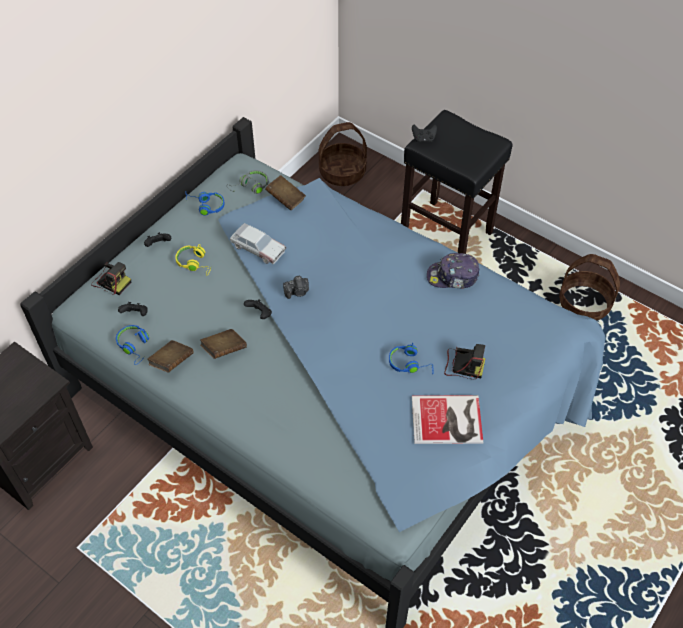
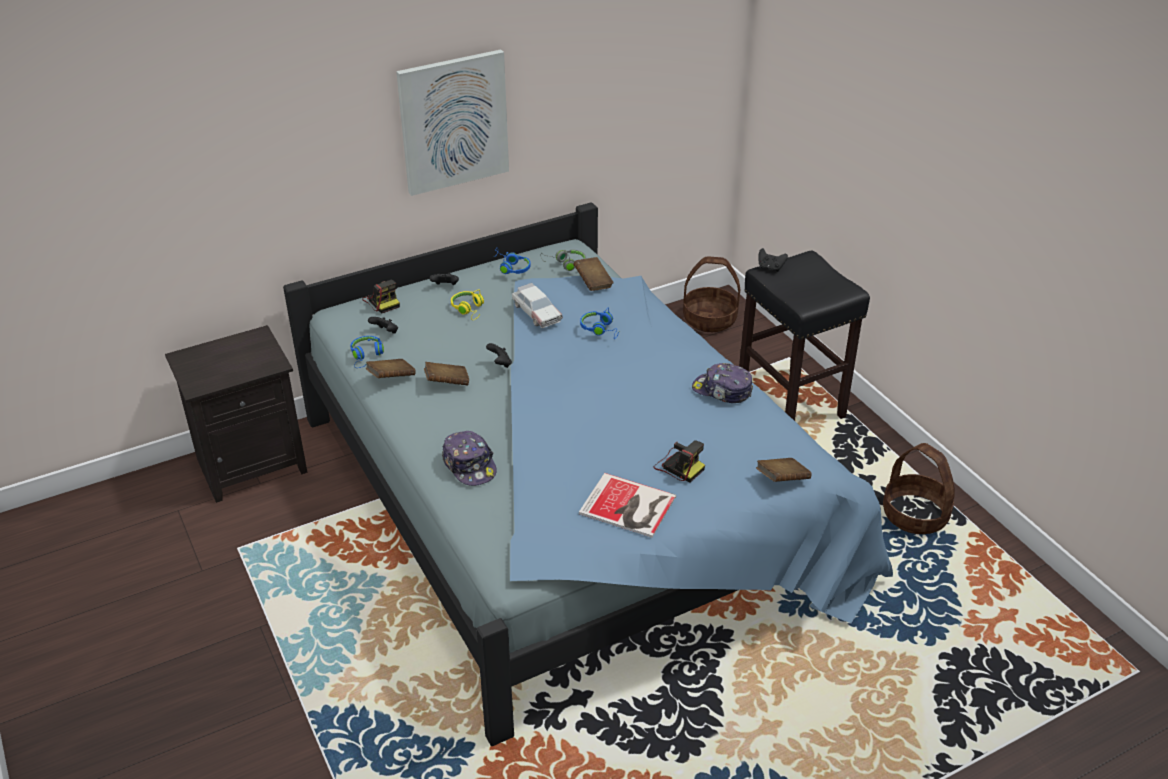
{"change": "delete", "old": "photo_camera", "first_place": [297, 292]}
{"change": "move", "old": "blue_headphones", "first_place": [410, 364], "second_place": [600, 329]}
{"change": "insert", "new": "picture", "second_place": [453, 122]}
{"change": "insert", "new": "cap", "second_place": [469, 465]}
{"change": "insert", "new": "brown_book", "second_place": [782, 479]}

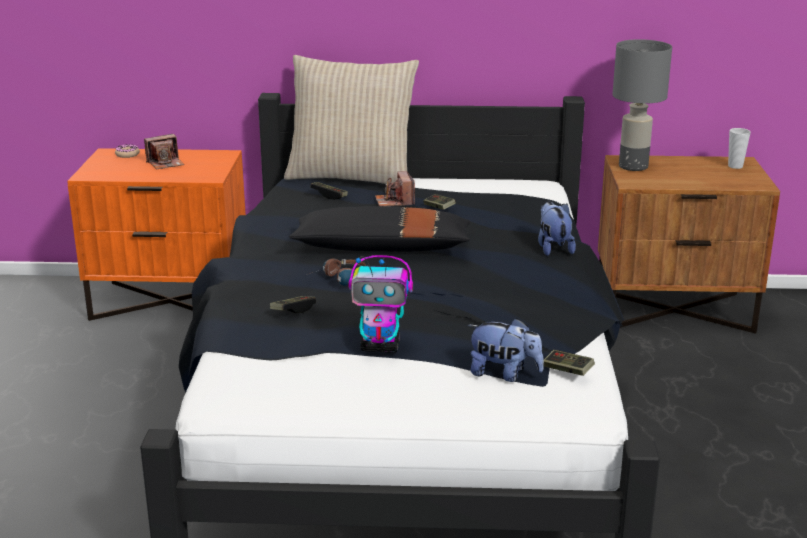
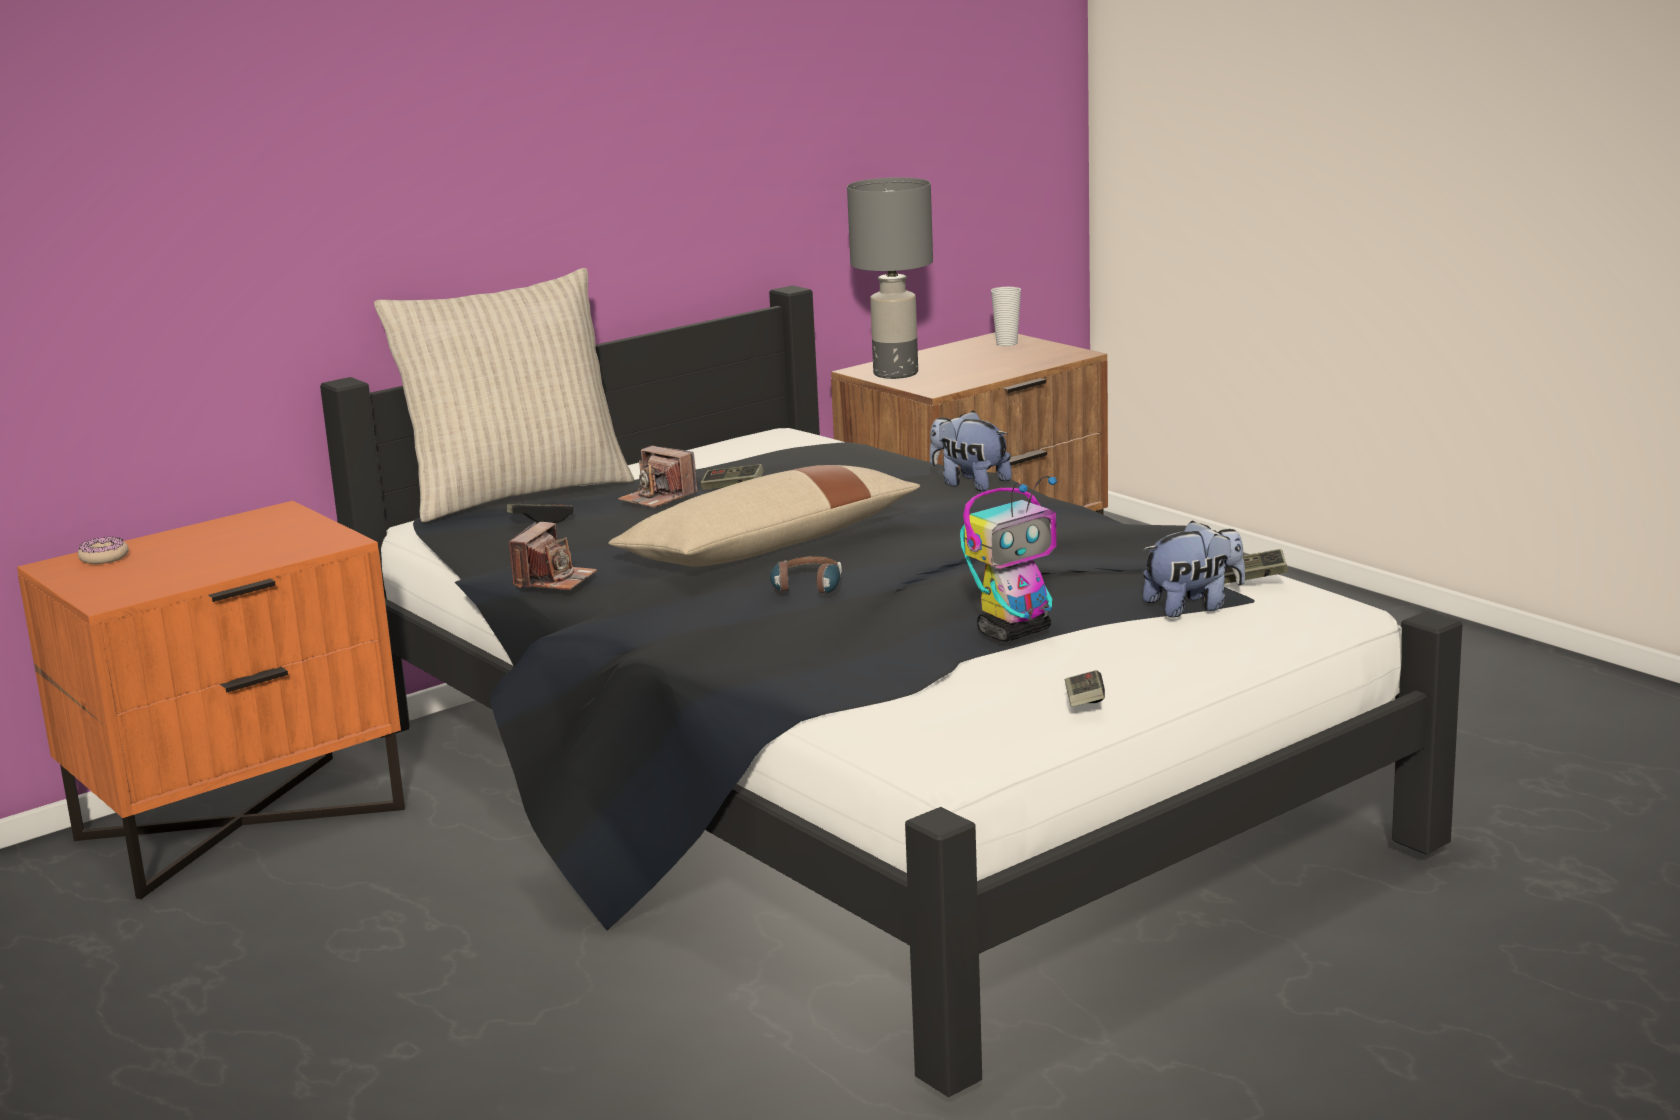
{"change": "move", "old": "photo_camera", "first_place": [165, 163], "second_place": [554, 580]}
{"change": "move", "old": "game_controller", "first_place": [293, 310], "second_place": [1084, 702]}
{"change": "recolor", "old": "black_pillow", "new": "beige_pillow", "first_place": [382, 248], "second_place": [769, 547]}

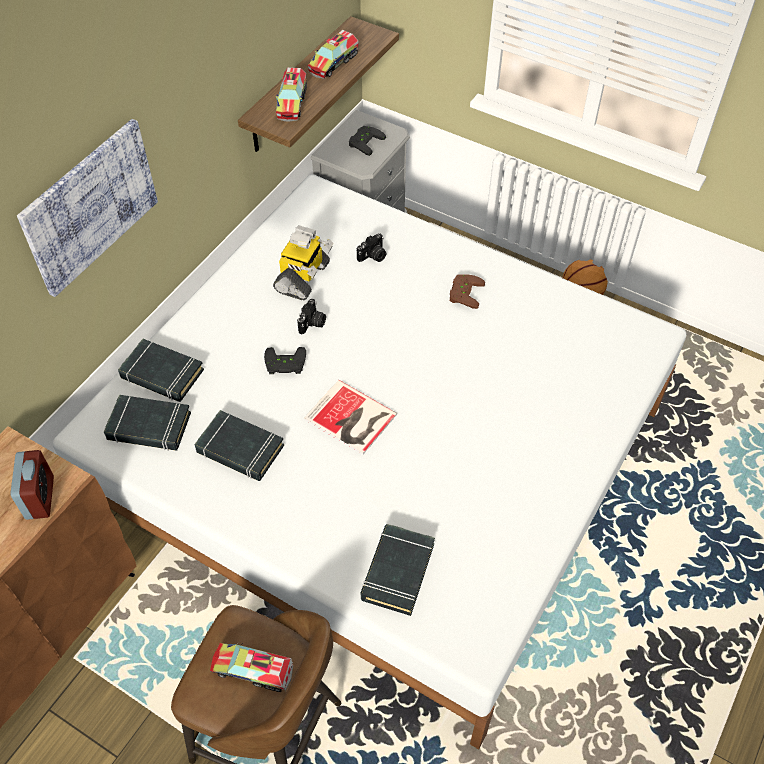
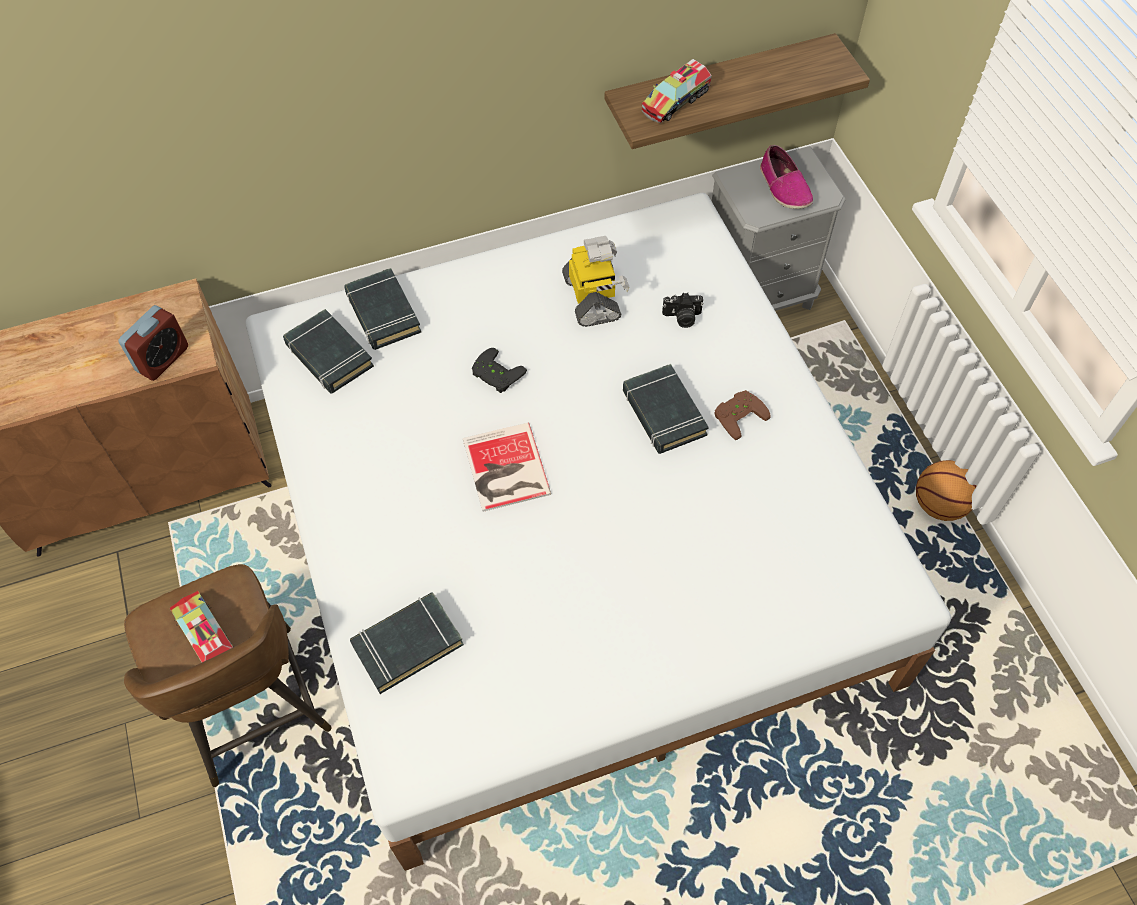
{"change": "delete", "old": "picture", "first_place": [90, 206]}
{"change": "move", "old": "black_book", "first_place": [240, 449], "second_place": [663, 413]}
{"change": "rotate", "old": "toy_robot", "first_place": [303, 278], "second_place": [593, 298], "degrees": -75}
{"change": "delete", "old": "photo_camera", "first_place": [312, 324]}
{"change": "delete", "old": "toy_truck", "first_place": [333, 63]}
{"change": "replace", "old": "black_game_controller", "new": "shoe", "first_place": [364, 141], "second_place": [784, 187]}

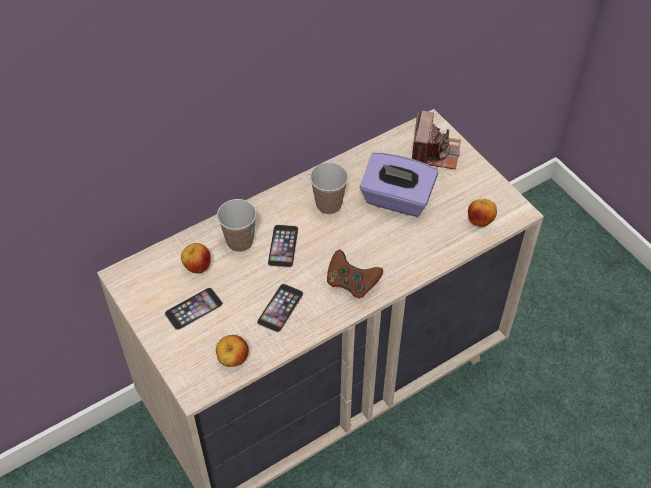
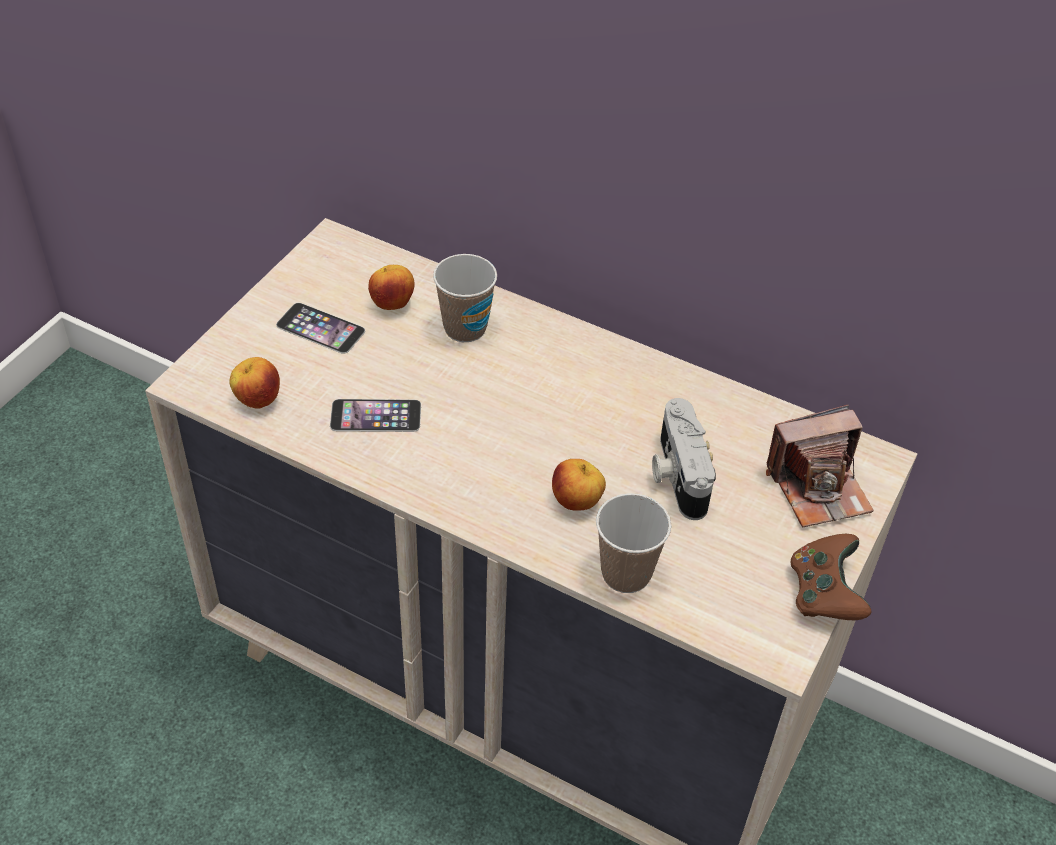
{"change": "delete", "old": "phone", "first_place": [283, 246]}
{"change": "move", "old": "cup", "first_place": [328, 205], "second_place": [626, 573]}
{"change": "move", "old": "brown_game_controller", "first_place": [351, 283], "second_place": [824, 593]}
{"change": "replace", "old": "purple_tissue_box", "new": "photo_camera", "first_place": [396, 199], "second_place": [677, 474]}
{"change": "move", "old": "apple", "first_place": [480, 221], "second_place": [577, 502]}

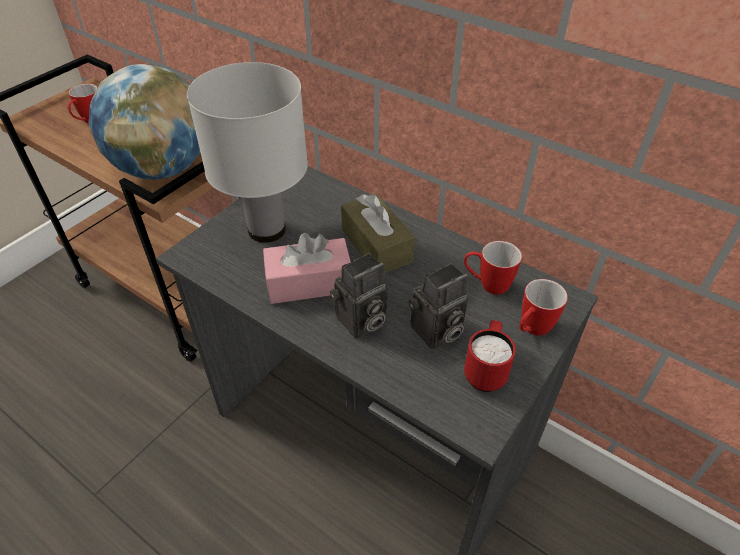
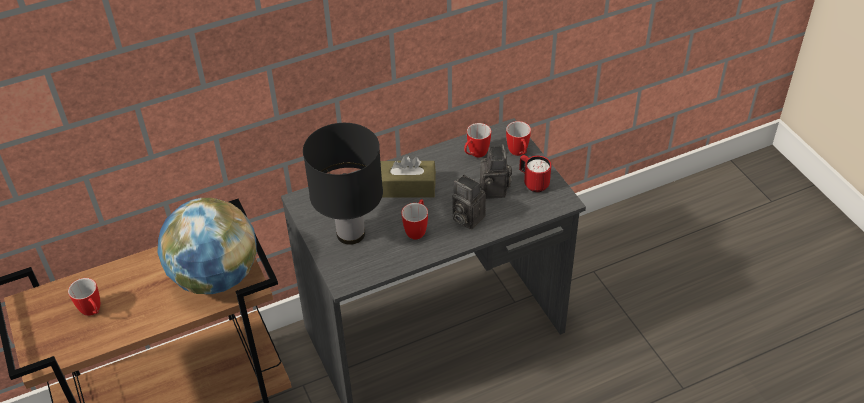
{"change": "recolor", "old": "white_table_lamp", "new": "black_table_lamp", "first_place": [266, 230], "second_place": [351, 234]}
{"change": "replace", "old": "pink_tissue_box", "new": "mug", "first_place": [309, 283], "second_place": [417, 229]}
{"change": "rotate", "old": "photo_camera", "first_place": [360, 323], "second_place": [466, 218], "degrees": 135}

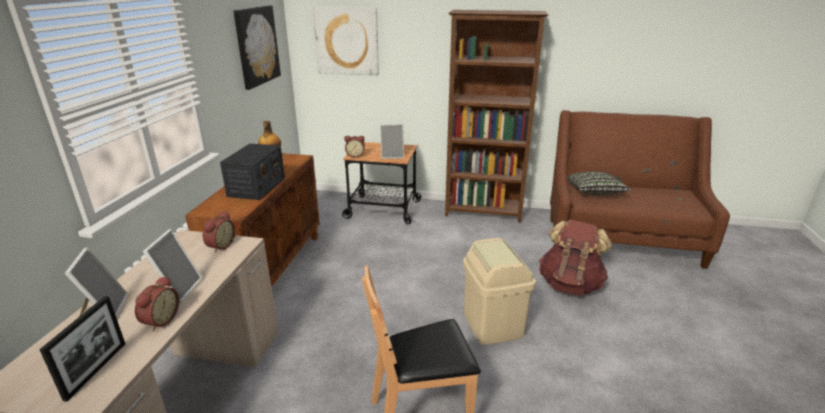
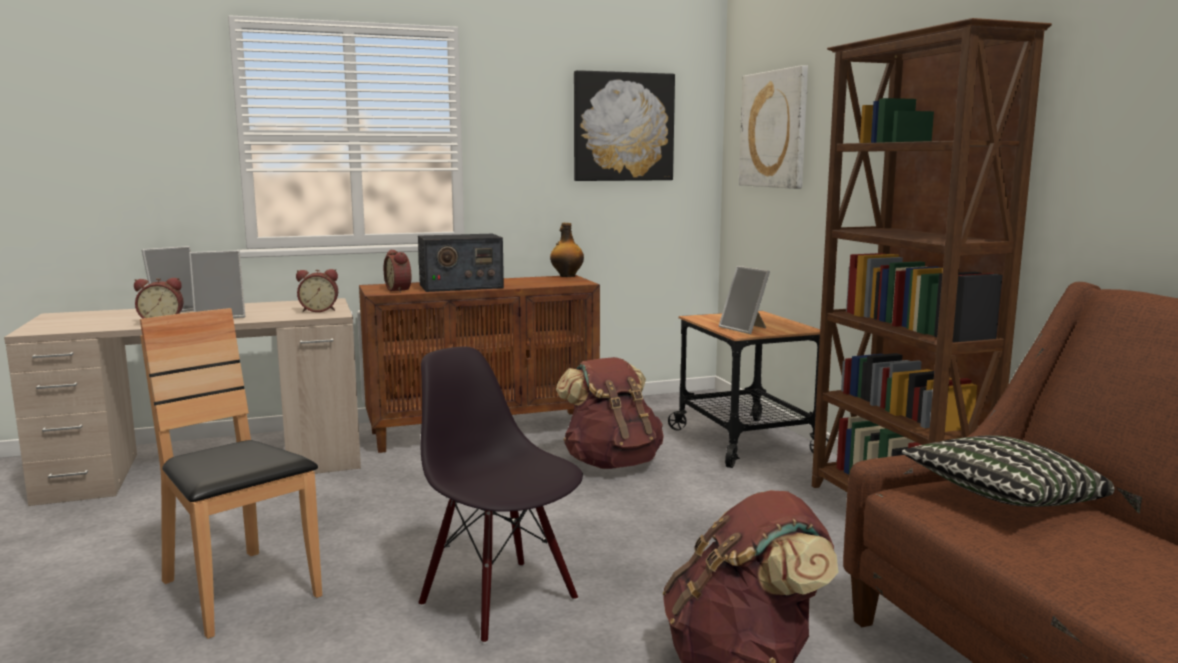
{"change": "delete", "old": "picture_frame", "first_place": [96, 370]}
{"change": "move", "old": "alarm_clock", "first_place": [355, 155], "second_place": [400, 290]}
{"change": "replace", "old": "beige_trash_can", "new": "black_chair", "first_place": [492, 325], "second_place": [500, 600]}
{"change": "insert", "new": "brown_backpack", "second_place": [611, 463]}

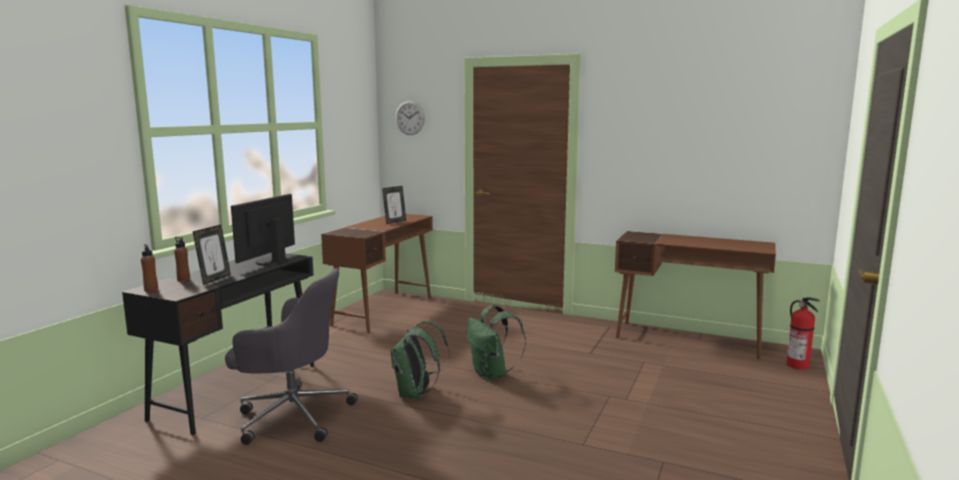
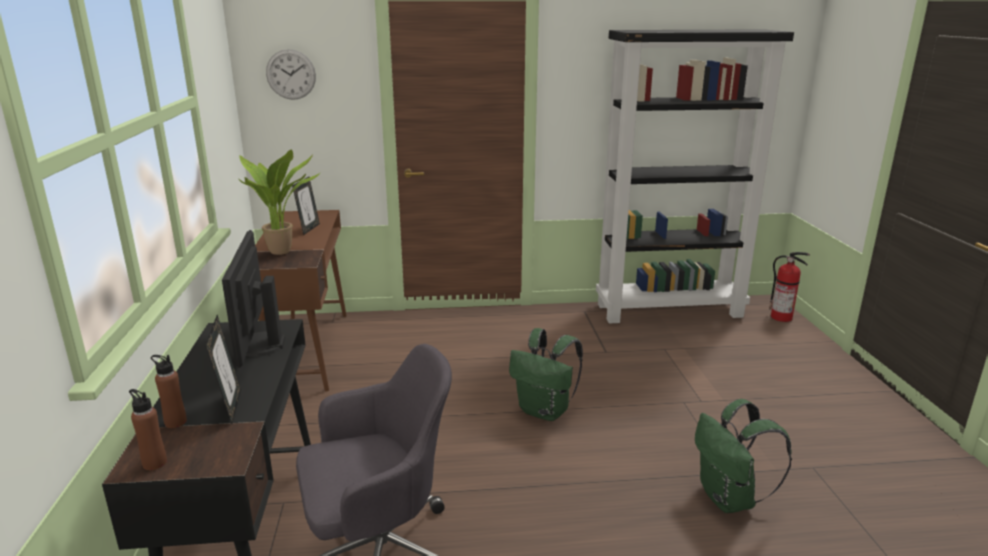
{"change": "move", "old": "green_backpack", "first_place": [416, 394], "second_place": [730, 499]}
{"change": "replace", "old": "brown_desk", "new": "black_bookcase", "first_place": [688, 339], "second_place": [669, 310]}
{"change": "insert", "new": "potted_plant", "second_place": [284, 251]}

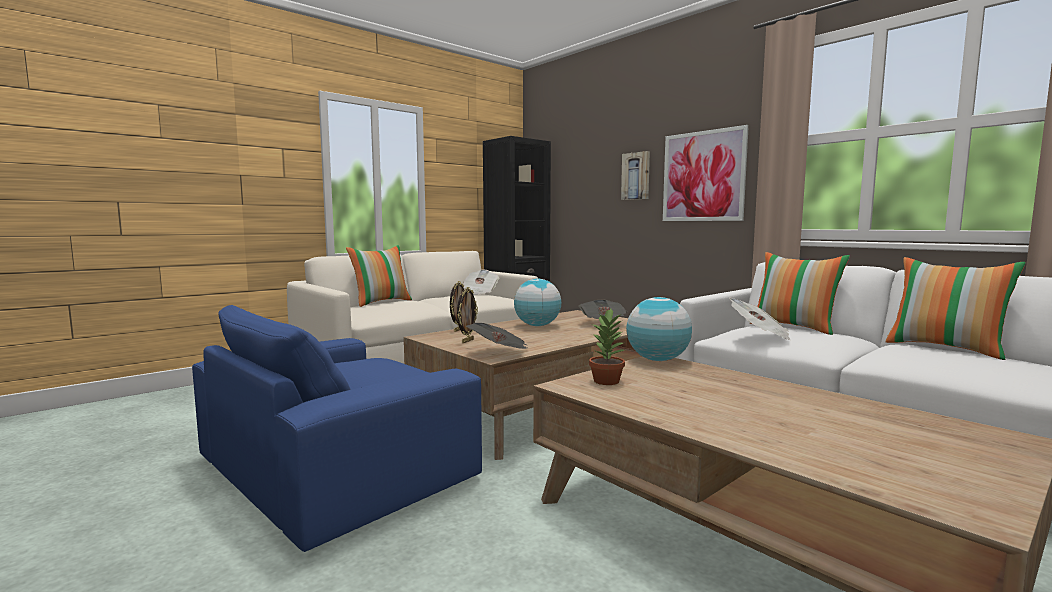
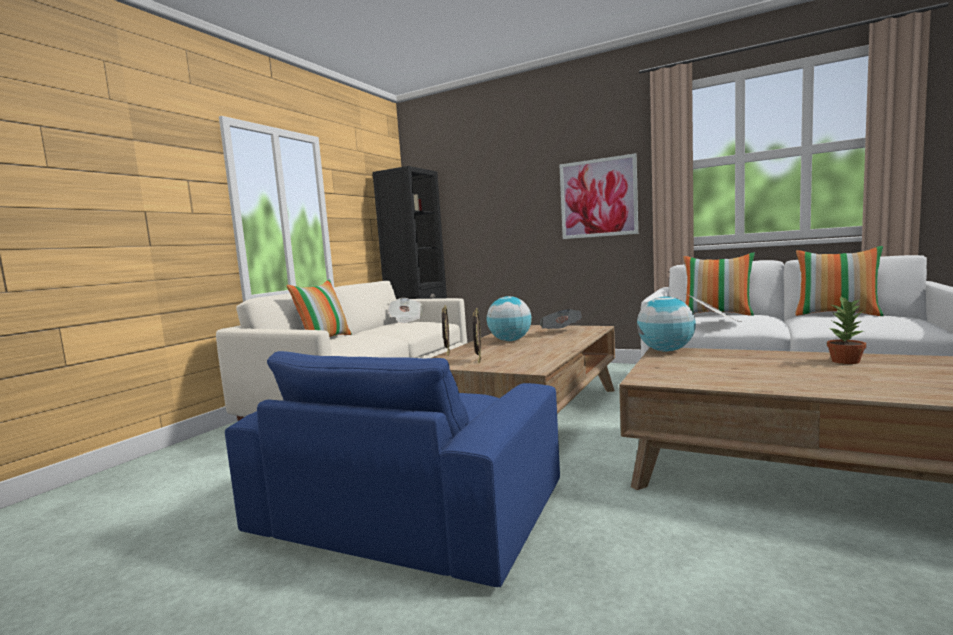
{"change": "delete", "old": "newspaper", "first_place": [500, 353]}
{"change": "move", "old": "potted_plant", "first_place": [607, 381], "second_place": [845, 361]}
{"change": "delete", "old": "picture", "first_place": [636, 176]}

